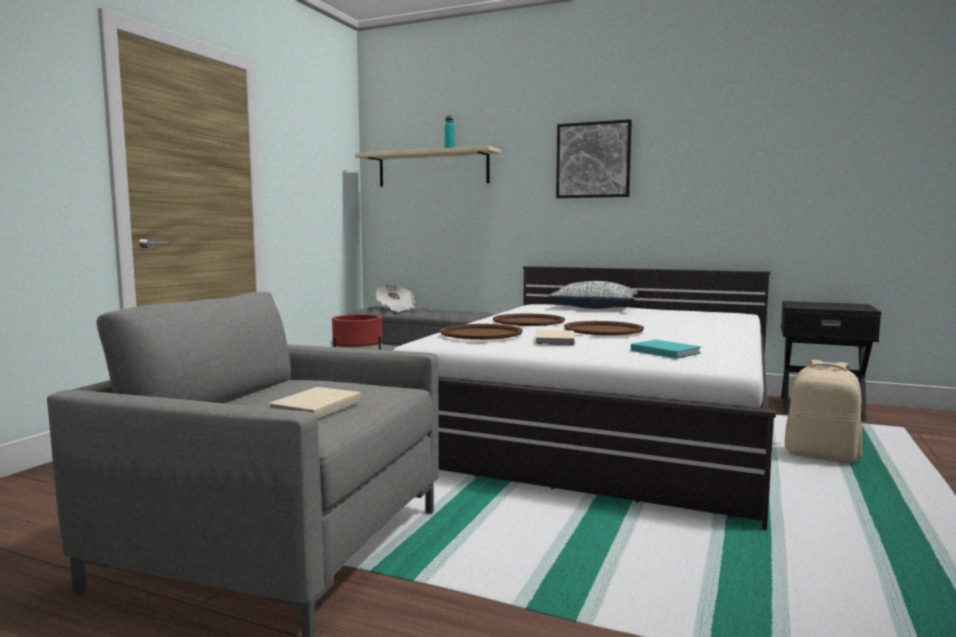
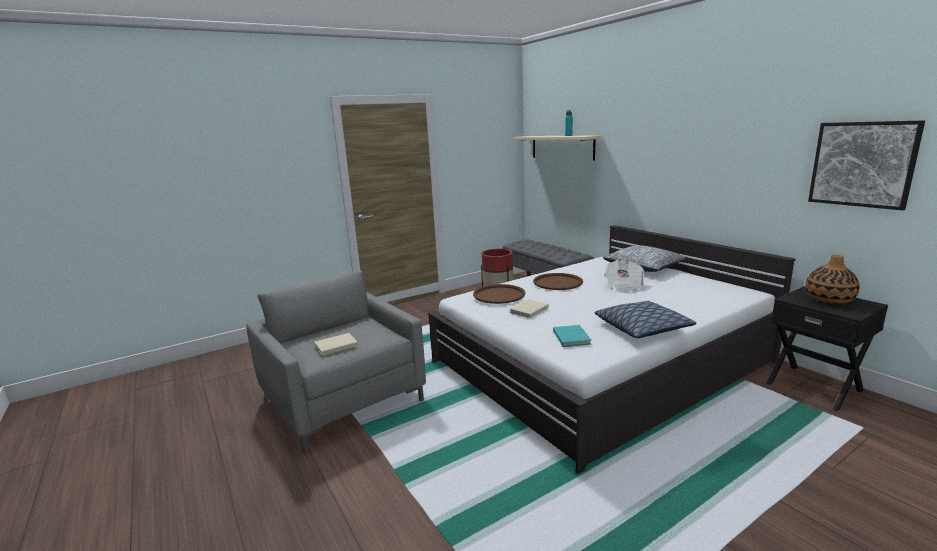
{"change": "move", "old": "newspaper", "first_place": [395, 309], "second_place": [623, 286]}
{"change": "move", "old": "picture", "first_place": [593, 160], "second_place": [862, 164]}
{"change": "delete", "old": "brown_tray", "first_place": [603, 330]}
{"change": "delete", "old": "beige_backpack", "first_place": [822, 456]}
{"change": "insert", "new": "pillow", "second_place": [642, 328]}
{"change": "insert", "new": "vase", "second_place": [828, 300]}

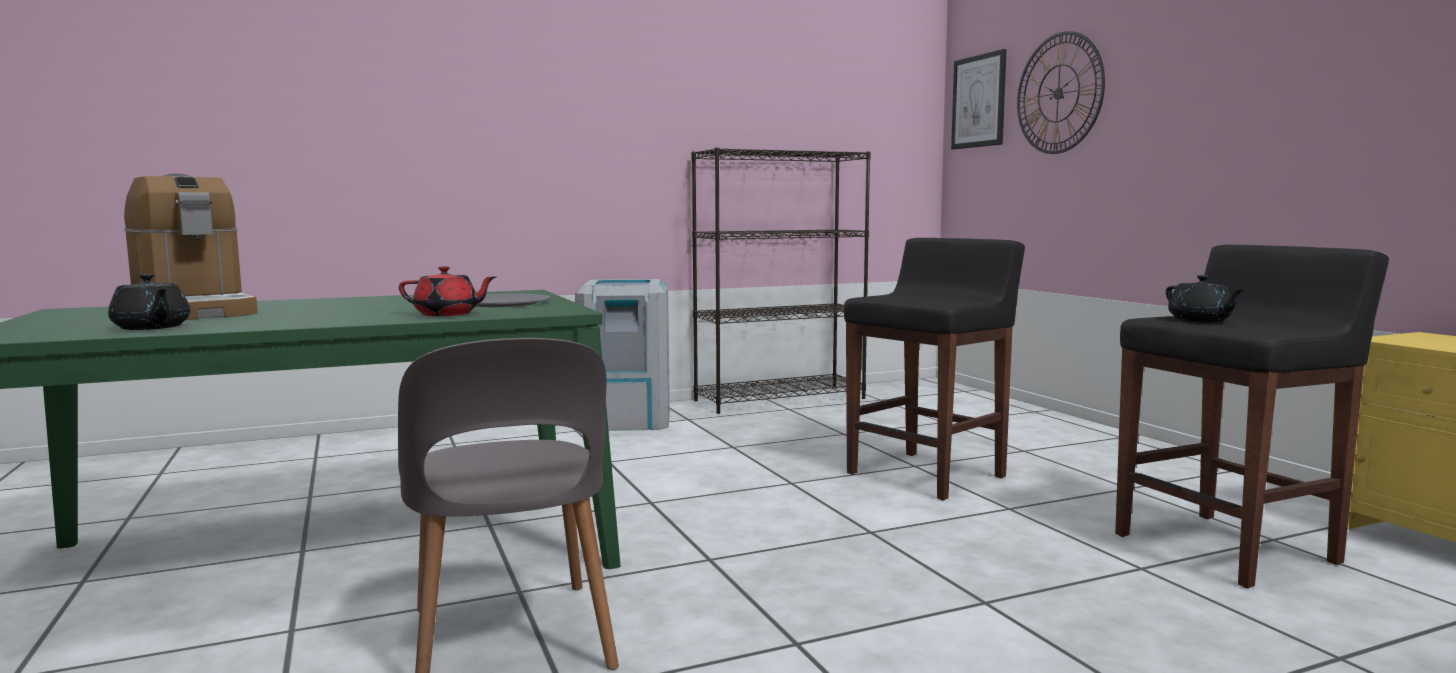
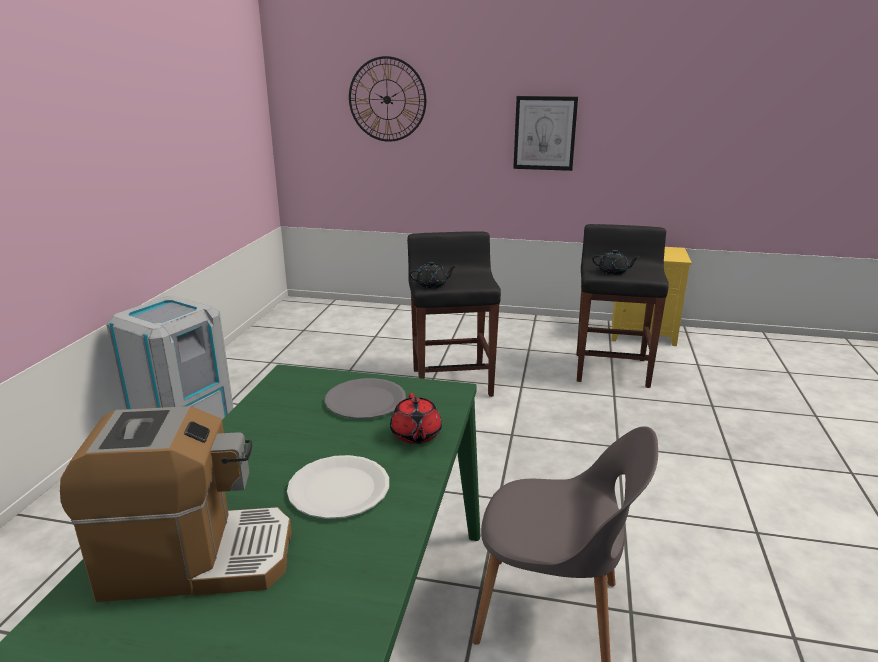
{"change": "move", "old": "black_teapot", "first_place": [151, 328], "second_place": [432, 285]}
{"change": "rotate", "old": "red_teapot", "first_place": [448, 314], "second_place": [416, 435], "degrees": 135}
{"change": "delete", "old": "black_bookcase", "first_place": [780, 399]}
{"change": "move", "old": "picture", "first_place": [979, 101], "second_place": [544, 133]}
{"change": "insert", "new": "white_plate", "second_place": [338, 489]}

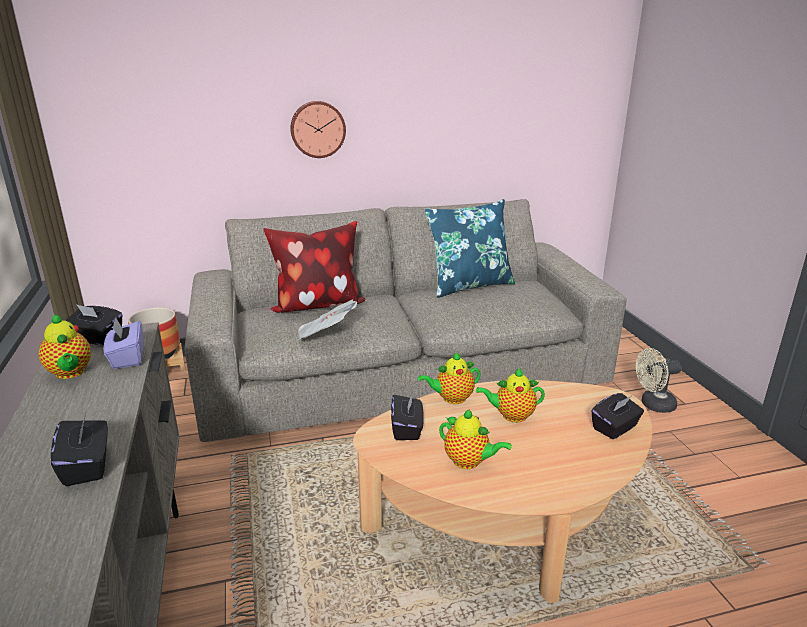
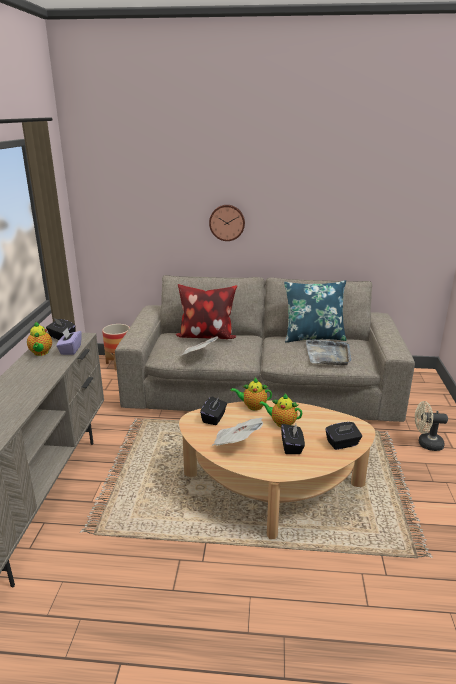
{"change": "move", "old": "black_tissue_box", "first_place": [87, 466], "second_place": [292, 446]}
{"change": "replace", "old": "teapot", "new": "newspaper", "first_place": [469, 462], "second_place": [236, 443]}
{"change": "insert", "new": "grey_tray", "second_place": [328, 354]}

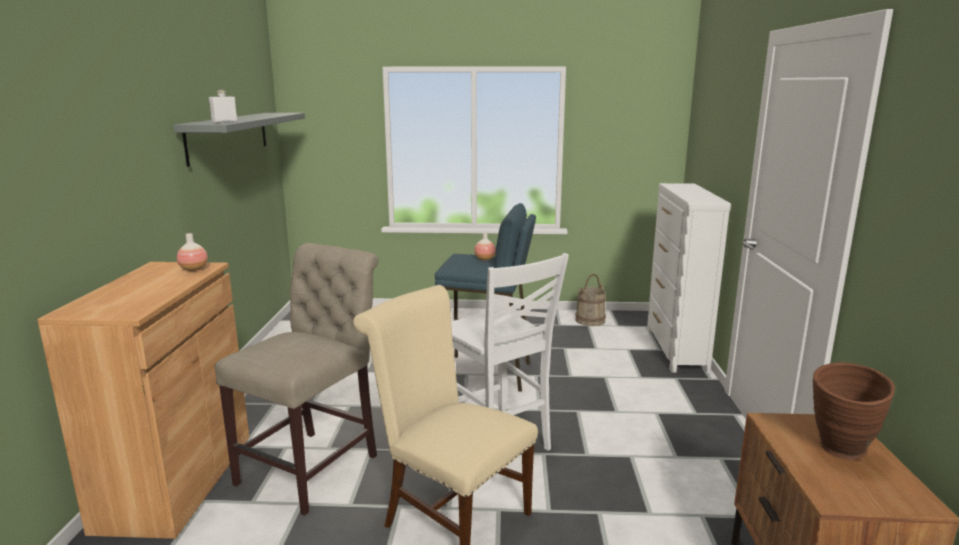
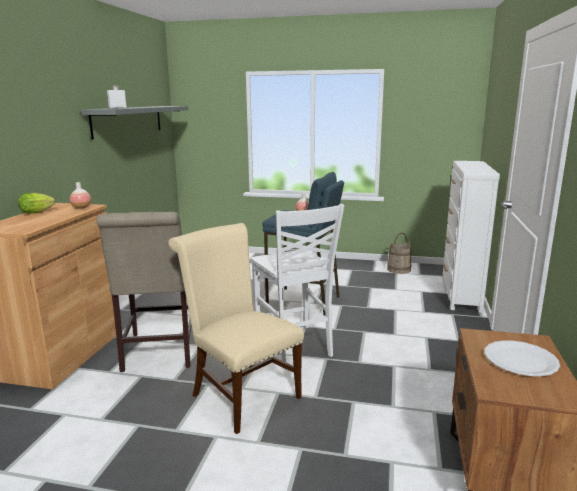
{"change": "rotate", "old": "beige_chair", "first_place": [314, 466], "second_place": [158, 353], "degrees": 135}
{"change": "replace", "old": "brown_vase", "new": "white_plate", "first_place": [840, 453], "second_place": [520, 360]}
{"change": "insert", "new": "lettuce", "second_place": [38, 212]}

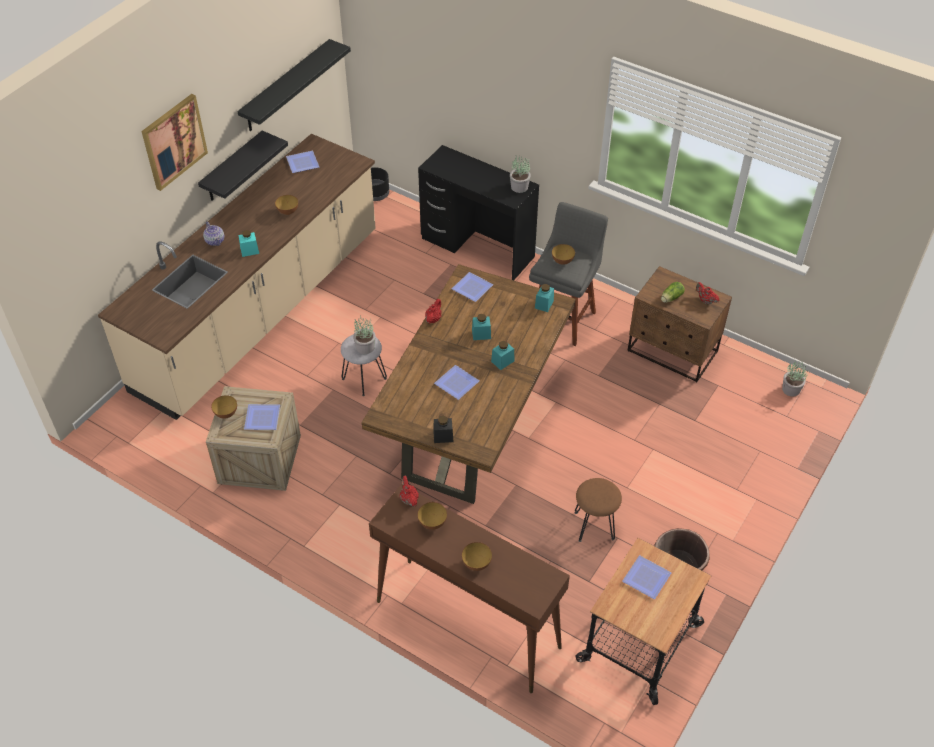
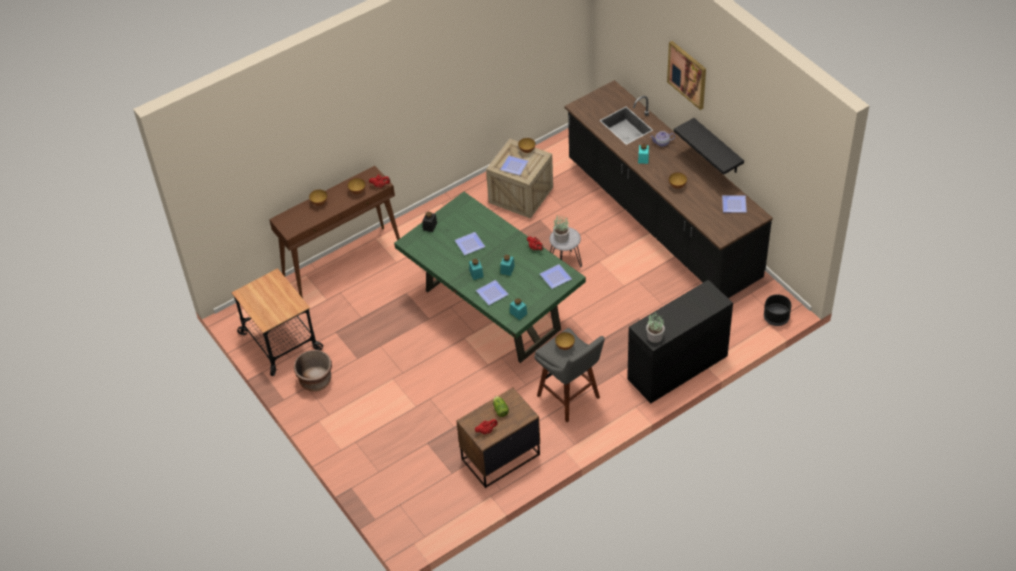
{"change": "recolor", "old": "beige_counter", "new": "black_counter", "first_place": [260, 311], "second_place": [661, 219]}
{"change": "delete", "old": "black_shelf", "first_place": [286, 86]}
{"change": "recolor", "old": "brown_dining_table", "new": "green_dining_table", "first_place": [472, 423], "second_place": [493, 311]}
{"change": "delete", "old": "brown_stool", "first_place": [594, 525]}
{"change": "move", "old": "plate", "first_place": [648, 578], "second_place": [492, 294]}
{"change": "delete", "old": "potted_plant", "first_place": [791, 389]}

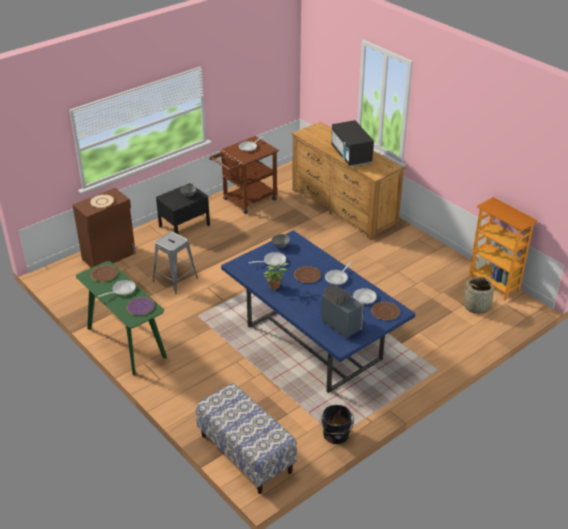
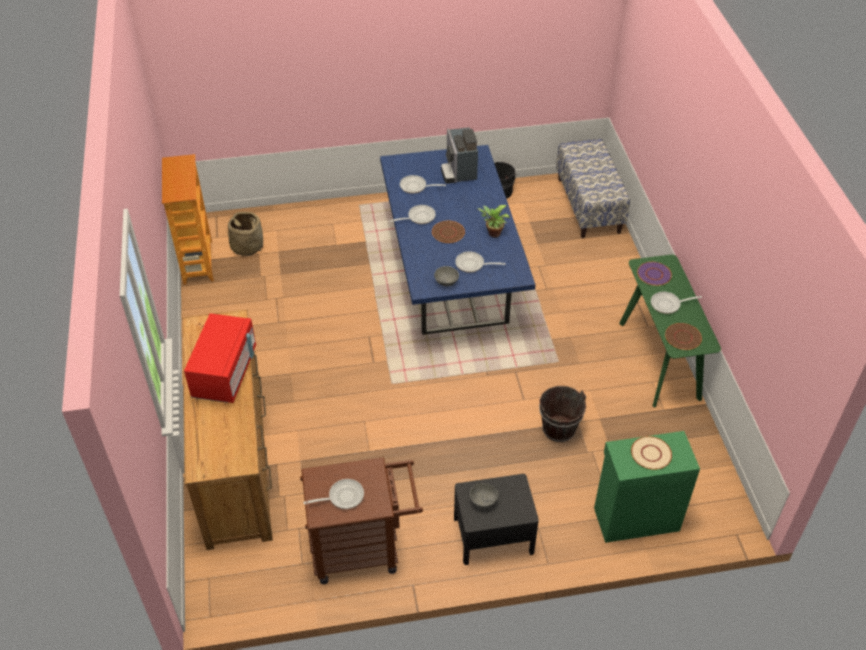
{"change": "recolor", "old": "brown_cabinet", "new": "green_cabinet", "first_place": [109, 256], "second_place": [635, 518]}
{"change": "replace", "old": "grey_stool", "new": "brown_bucket", "first_place": [175, 280], "second_place": [558, 429]}
{"change": "recolor", "old": "black_microwave", "new": "red_microwave", "first_place": [351, 155], "second_place": [225, 373]}
{"change": "delete", "old": "brown_plate", "first_place": [385, 311]}

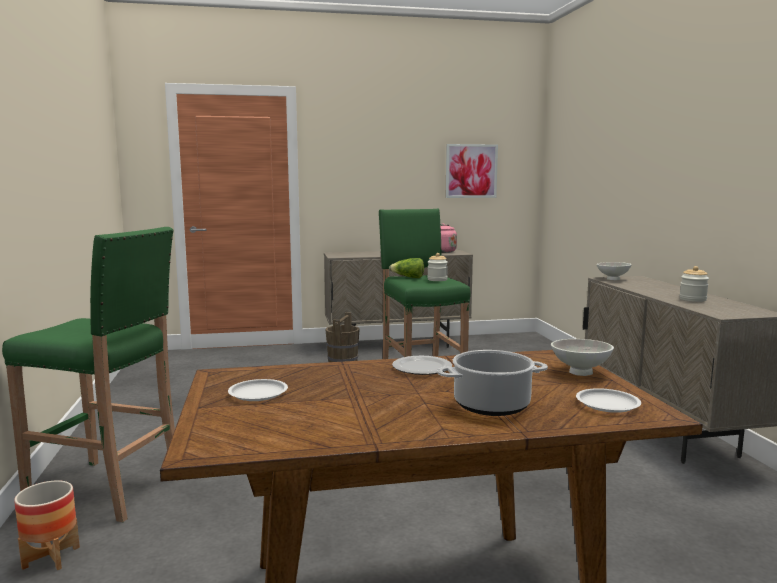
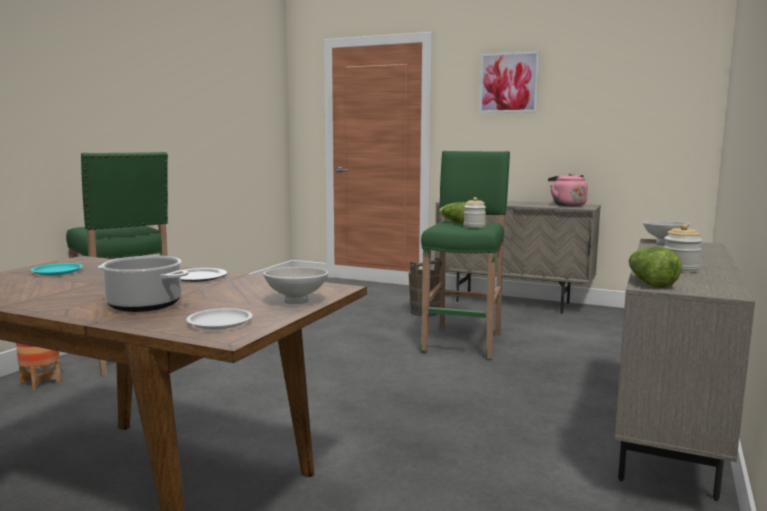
{"change": "recolor", "old": "white_plate", "new": "turquoise_plate", "first_place": [258, 394], "second_place": [57, 272]}
{"change": "move", "old": "picture", "first_place": [471, 171], "second_place": [509, 83]}
{"change": "insert", "new": "lettuce", "second_place": [649, 283]}

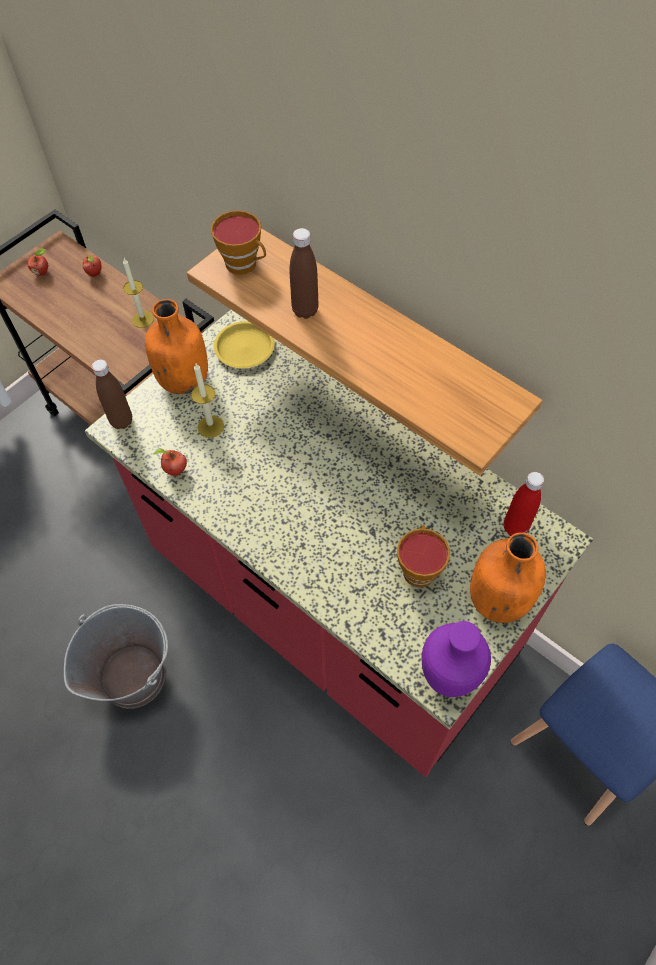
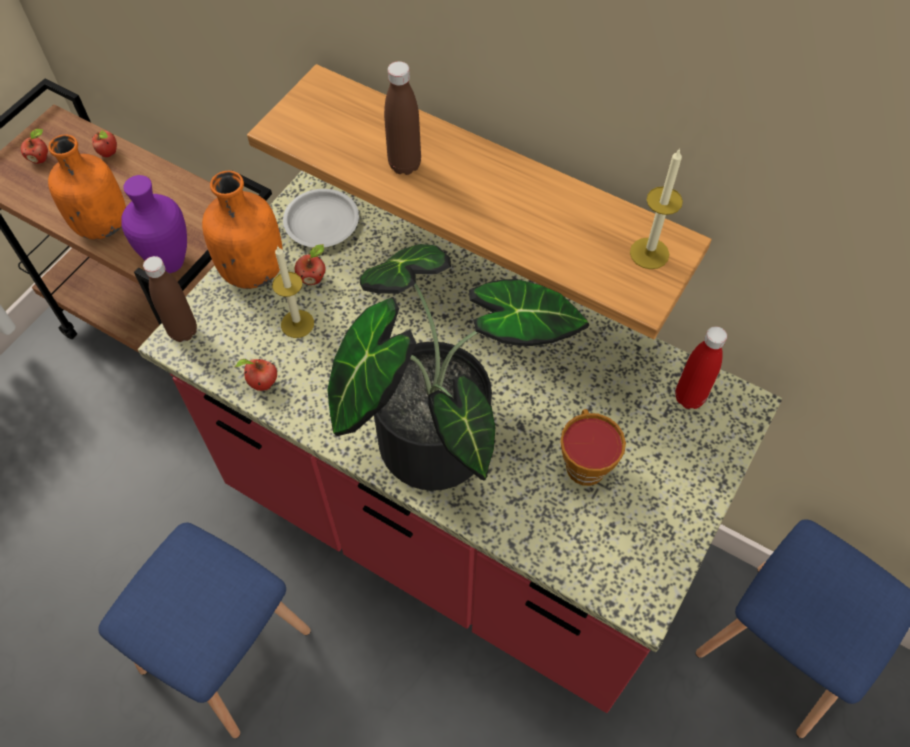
{"change": "replace", "old": "grey_bucket", "new": "blue_stool", "first_place": [133, 676], "second_place": [226, 647]}
{"change": "move", "old": "candle", "first_place": [142, 319], "second_place": [649, 253]}
{"change": "delete", "old": "cup", "first_place": [244, 264]}
{"change": "recolor", "old": "yellow_plate", "new": "white_plate", "first_place": [244, 348], "second_place": [321, 222]}
{"change": "move", "old": "purple_vase", "first_place": [446, 682], "second_place": [169, 265]}
{"change": "move", "old": "orange_bottle", "first_place": [497, 598], "second_place": [102, 224]}
{"change": "insert", "new": "apple", "second_place": [313, 278]}
{"change": "insert", "new": "potted_plant", "second_place": [436, 429]}

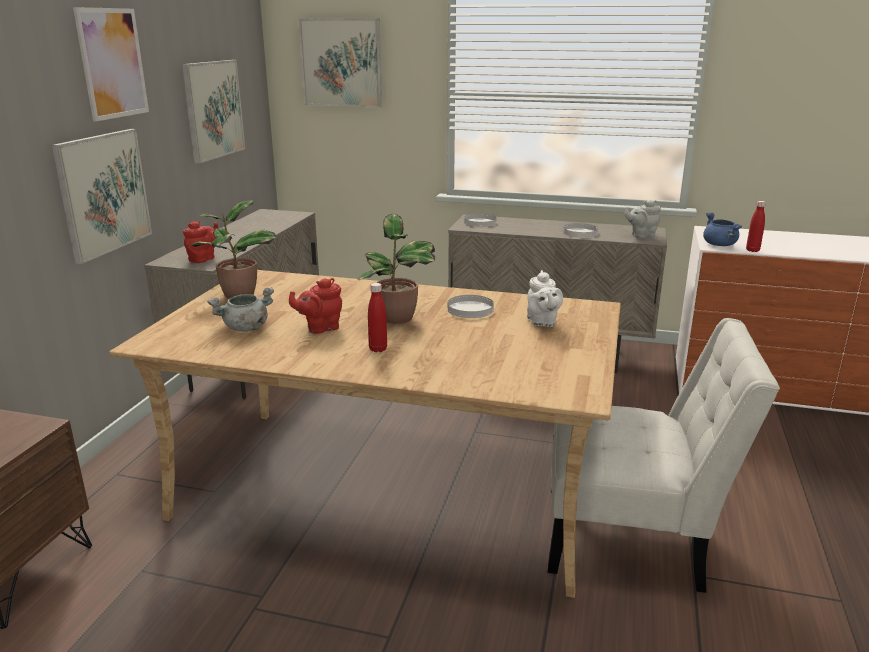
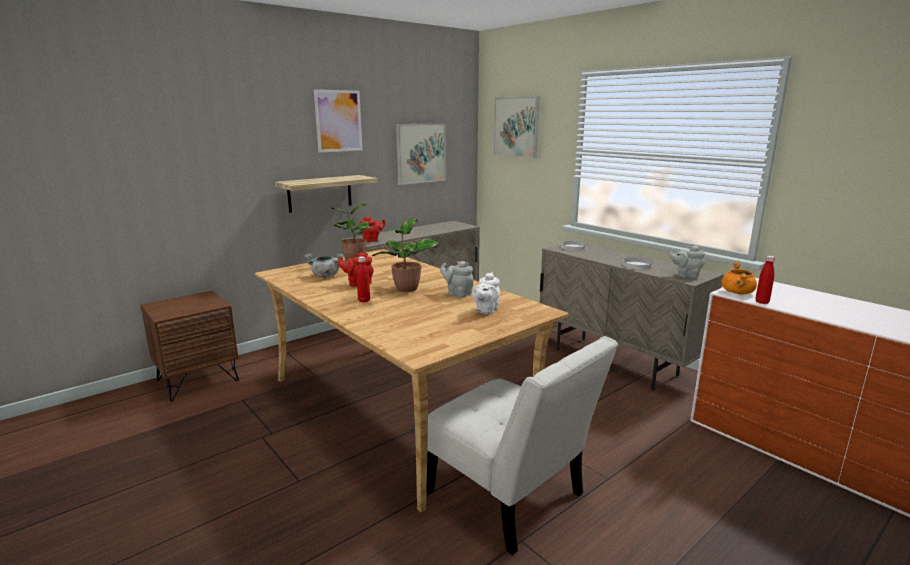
{"change": "replace", "old": "picture", "new": "shelf", "first_place": [104, 193], "second_place": [320, 193]}
{"change": "replace", "old": "white_plate", "new": "grey_teapot", "first_place": [470, 309], "second_place": [458, 293]}
{"change": "recolor", "old": "blue_cooking_pot", "new": "orange_cooking_pot", "first_place": [720, 245], "second_place": [738, 293]}

